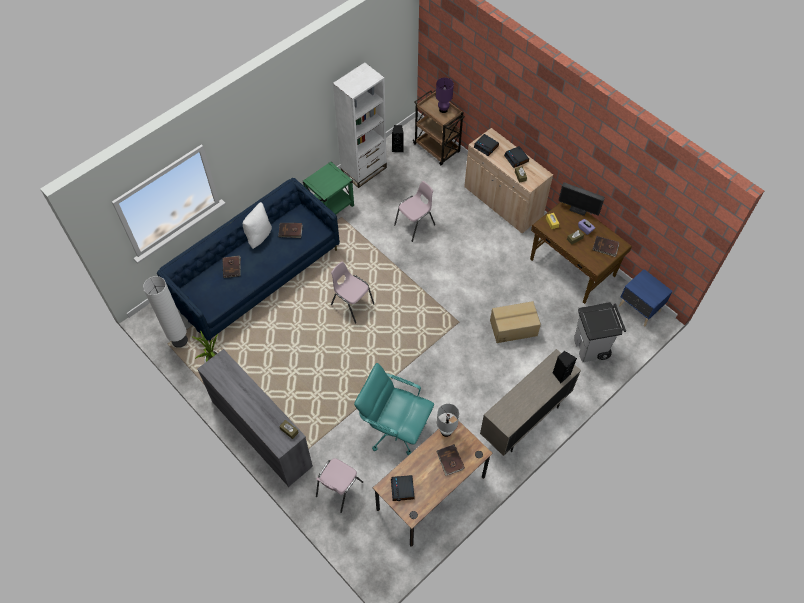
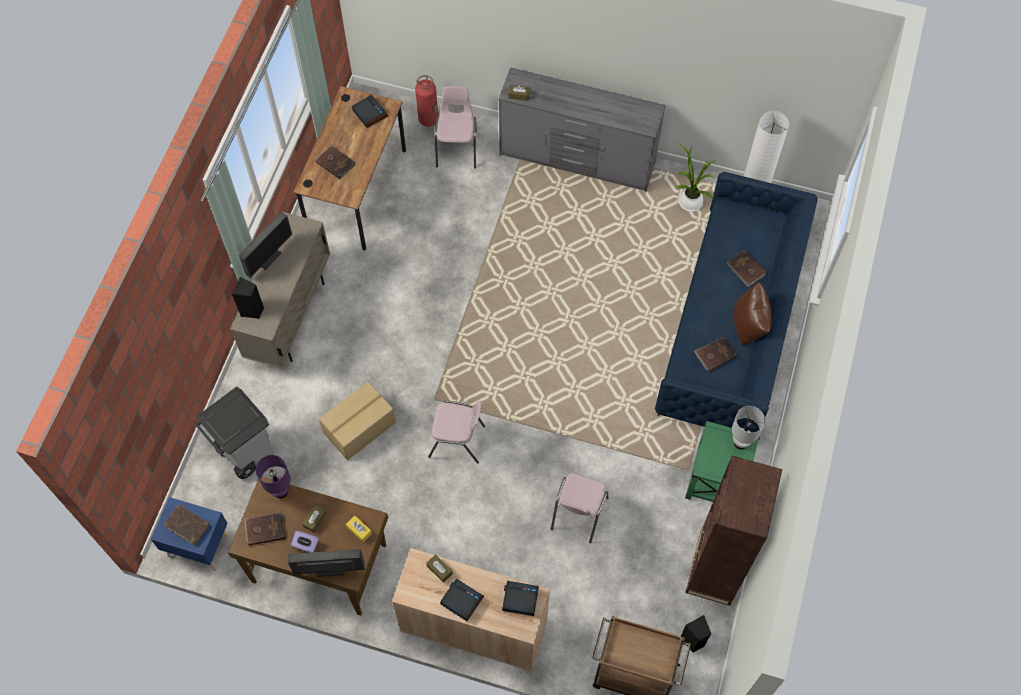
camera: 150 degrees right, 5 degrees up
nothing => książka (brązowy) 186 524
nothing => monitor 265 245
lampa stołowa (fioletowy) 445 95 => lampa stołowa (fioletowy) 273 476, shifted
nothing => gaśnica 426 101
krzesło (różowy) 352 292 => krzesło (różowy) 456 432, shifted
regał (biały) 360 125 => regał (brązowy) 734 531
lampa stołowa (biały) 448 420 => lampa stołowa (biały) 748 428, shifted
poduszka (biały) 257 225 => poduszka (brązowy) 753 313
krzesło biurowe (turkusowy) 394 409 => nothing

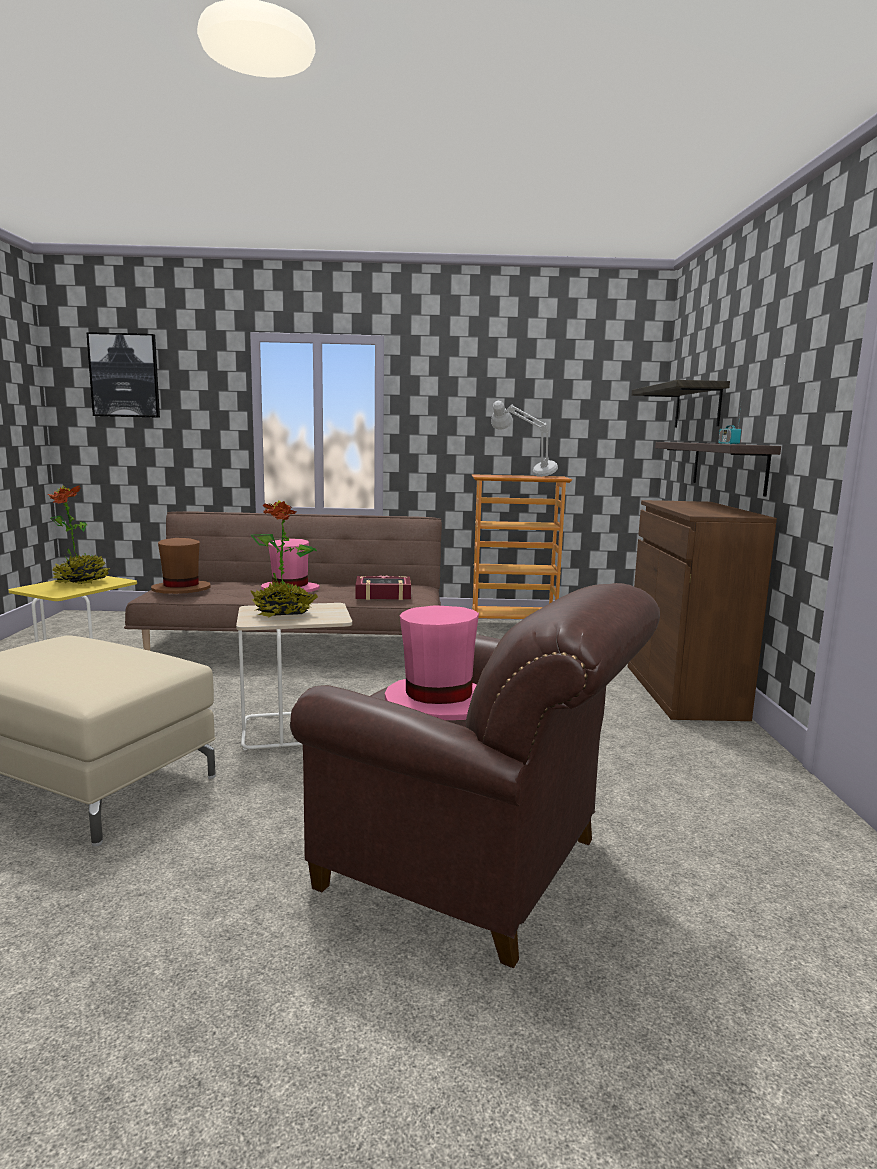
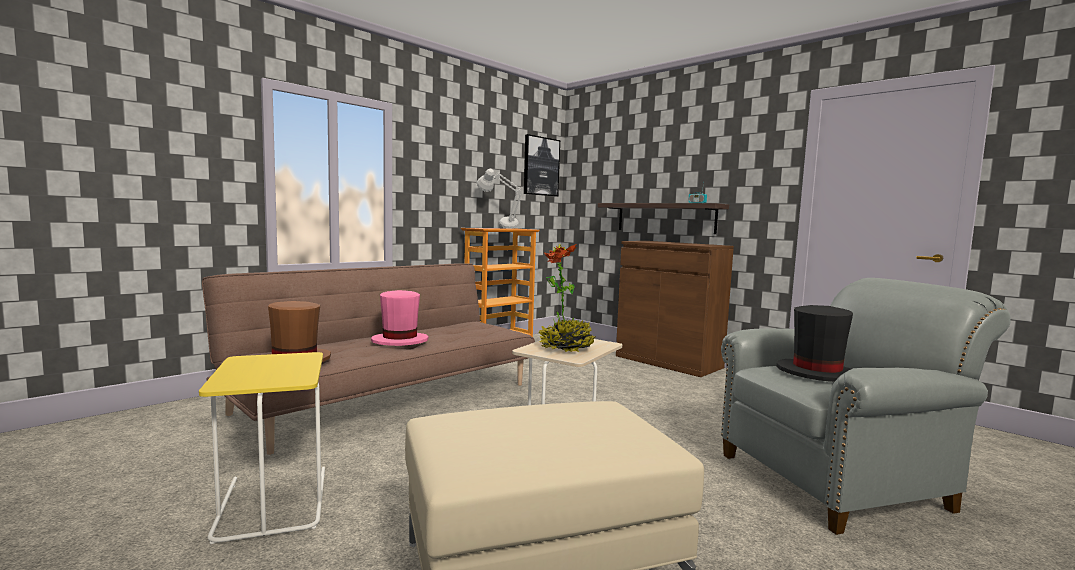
camera: 45 degrees left, 5 degrees down
obraz 123 375 => obraz 542 165, shifted
fotel (brązowy) 475 775 => fotel (szary) 866 406
kapelusz (różowy) 432 662 => kapelusz (czarny) 814 343
roślina doniczkowa 79 534 => nothing
książka 383 587 => nothing
półka 681 403 => nothing

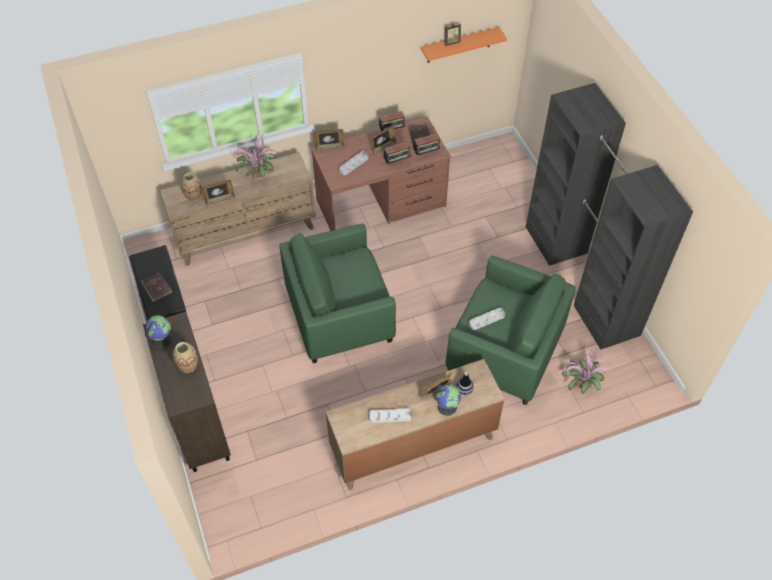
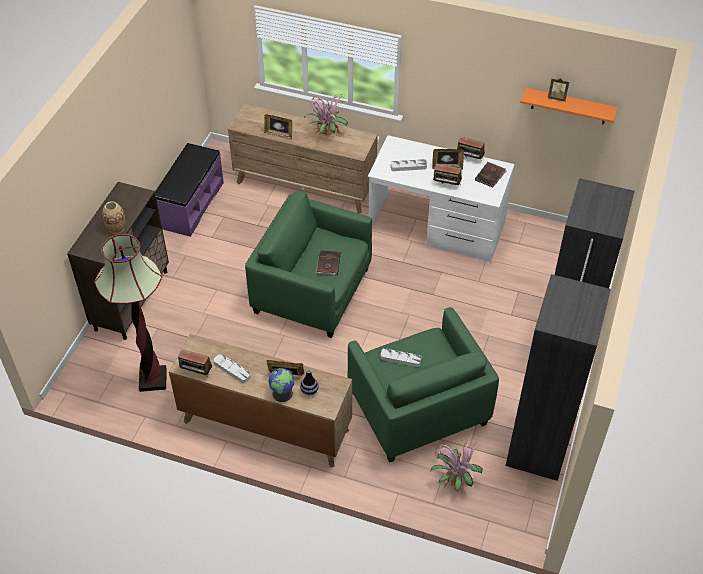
camera: 40 degrees right, 5 degrees down
nothing => lampa stojąca 130 313
radio 426 144 => radio 195 362, shifted
książka (brązowy) 156 287 => książka (brązowy) 327 262, shifted
biurko (brązowy) 381 174 => biurko (biały) 441 199
globus 158 331 => nothing
wazon 191 187 => nothing
ramka na zdjęcie 329 139 => nothing

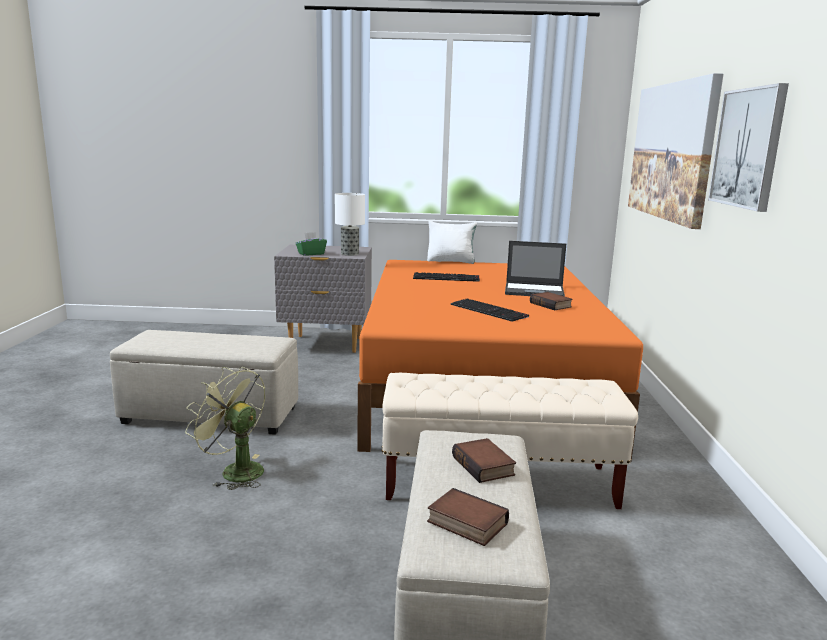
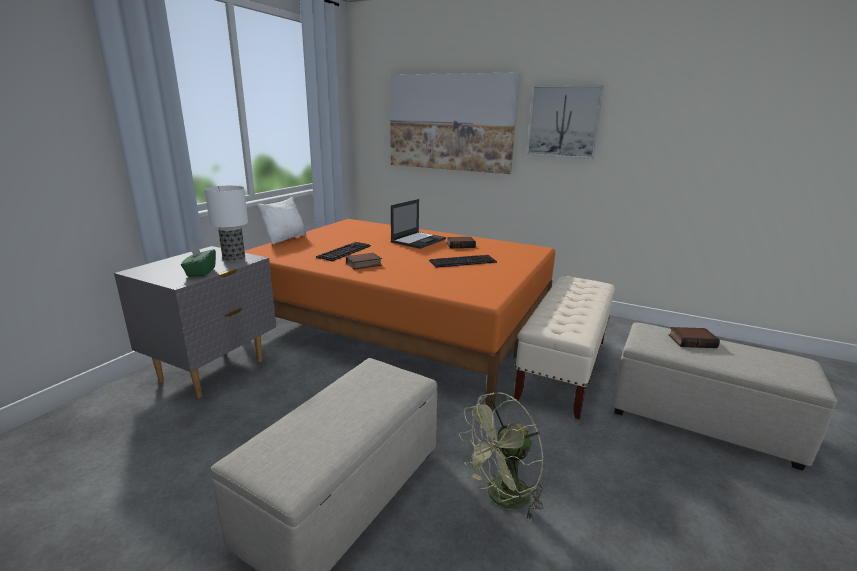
camera: 65 degrees left, 5 degrees up
książka 468 517 => książka 364 261, shifted

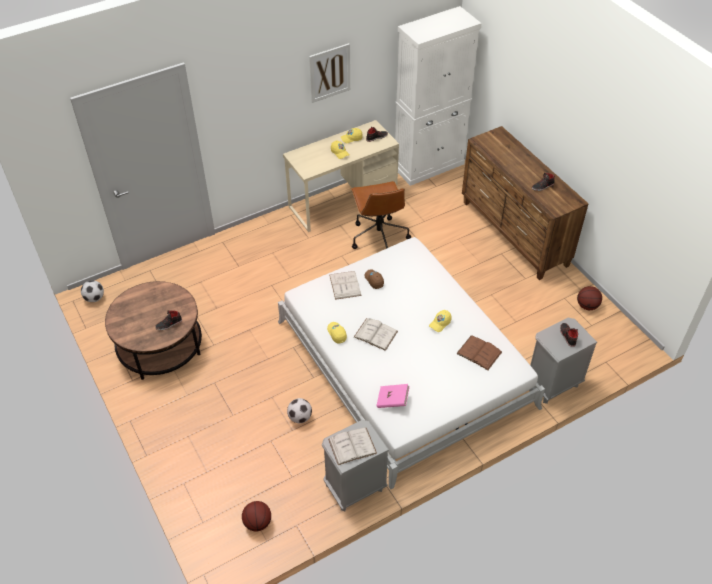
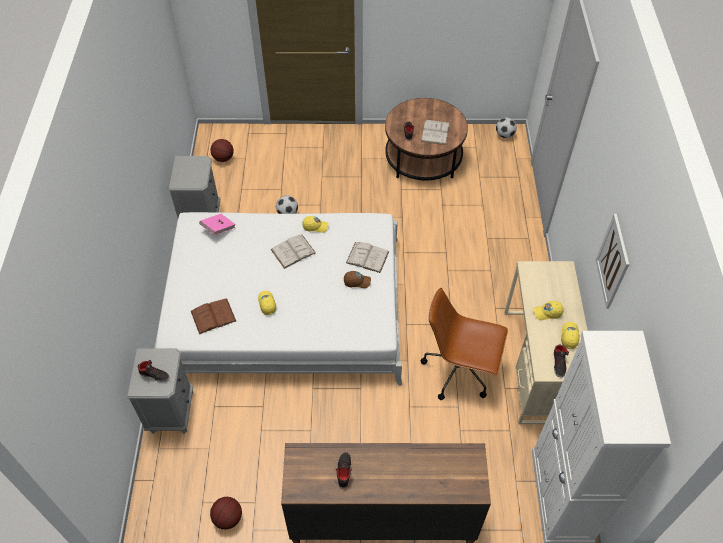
camera: 120 degrees right, 5 degrees up
książka (biały) 352 446 => książka (biały) 435 132, shifted

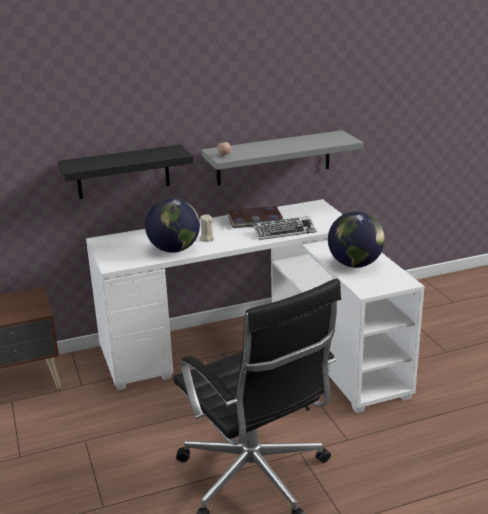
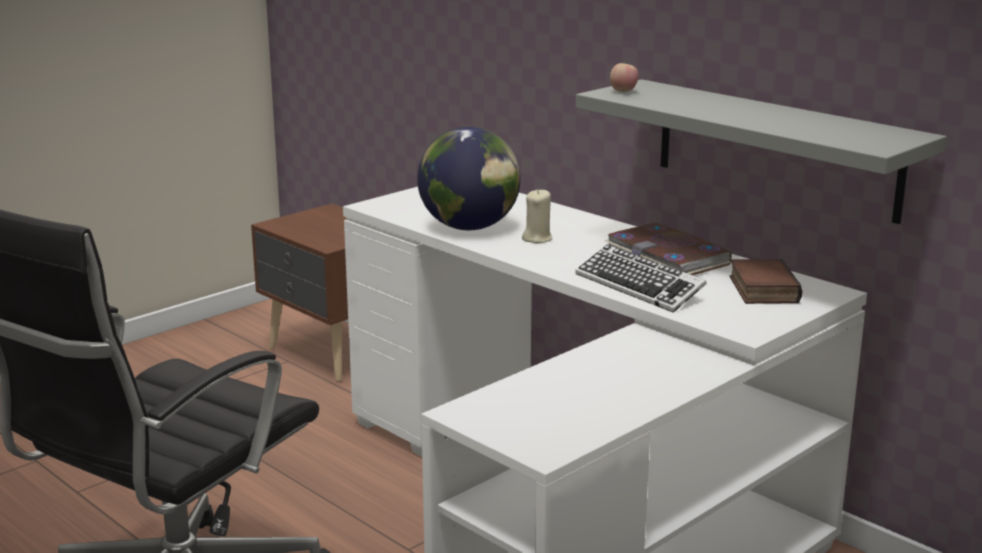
camera: 65 degrees right, 5 degrees down
nothing => książka 766 281
półka (czarny) 126 172 => nothing
globus 356 239 => nothing

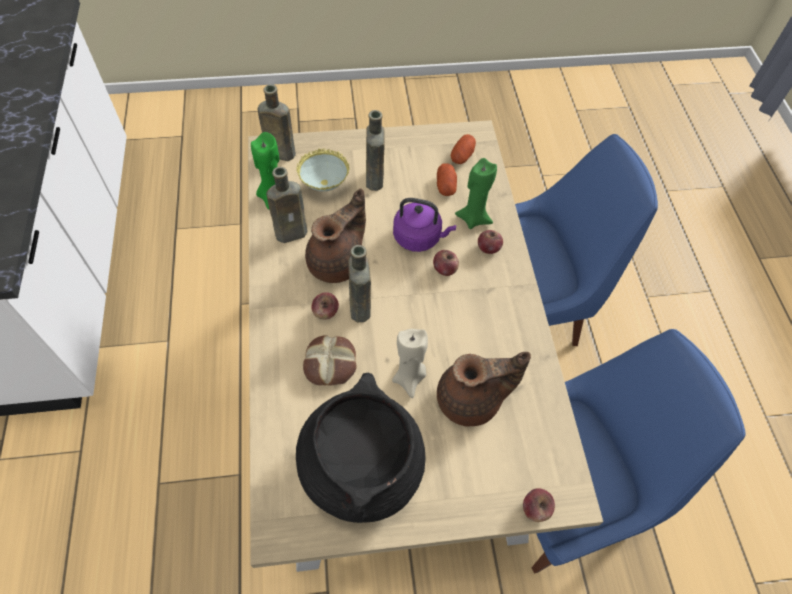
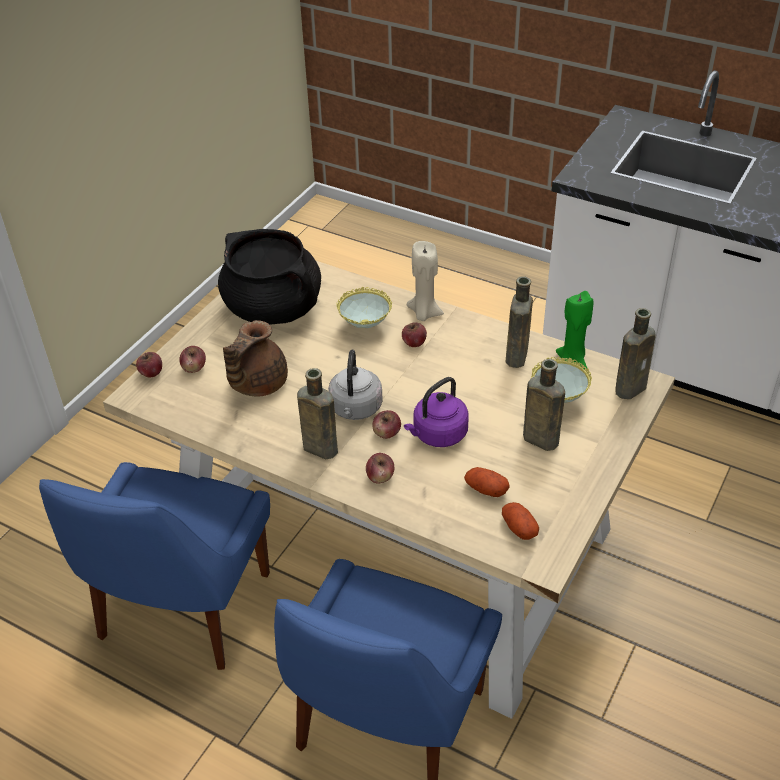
camera: 130 degrees right, 15 degrees down
nothing => jabłko 192 359
butelka (brązowy) 359 283 => butelka (brązowy) 317 413, shifted
nothing => czajnik (szary) 355 385
chleb 330 360 => miska 364 307
świeca (beżowy) 410 363 => świeca (beżowy) 425 281, shifted
imbryk (brązowy) 335 235 => nothing
świeca (zielony) 476 193 => nothing

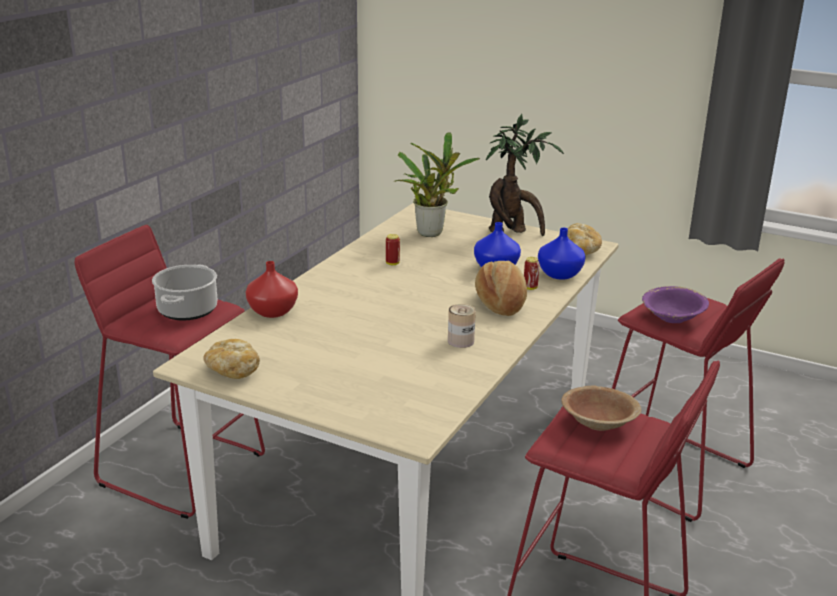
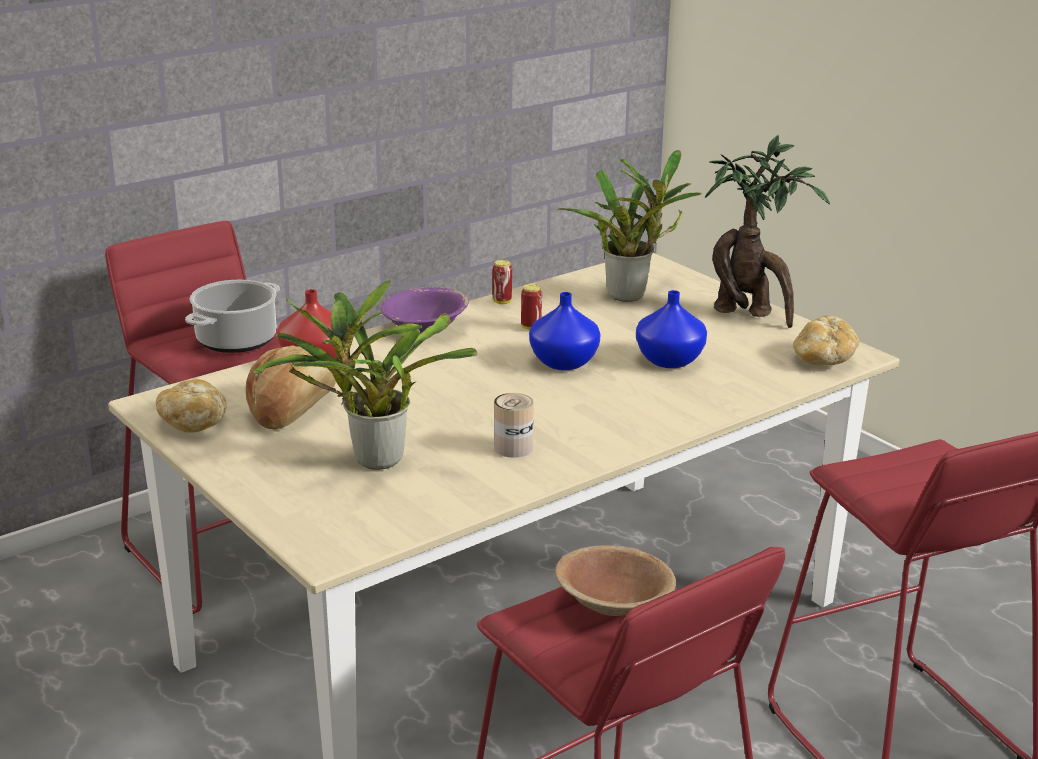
camera: 25 degrees right, 0 degrees up
chleb 501 288 => chleb 291 387, shifted
nothing => roślina doniczkowa 365 375
miska (fioletowy) 675 304 => miska (fioletowy) 424 310, shifted
puszka 532 273 => puszka 502 282, shifted
wazon (niebieski) 562 254 => wazon (niebieski) 565 331, shifted

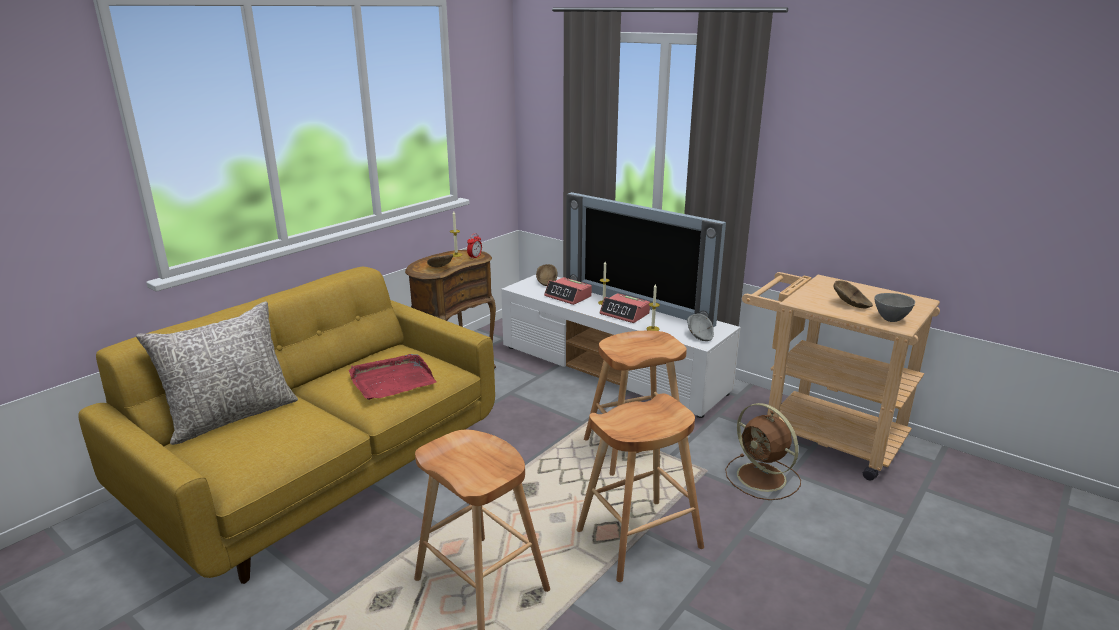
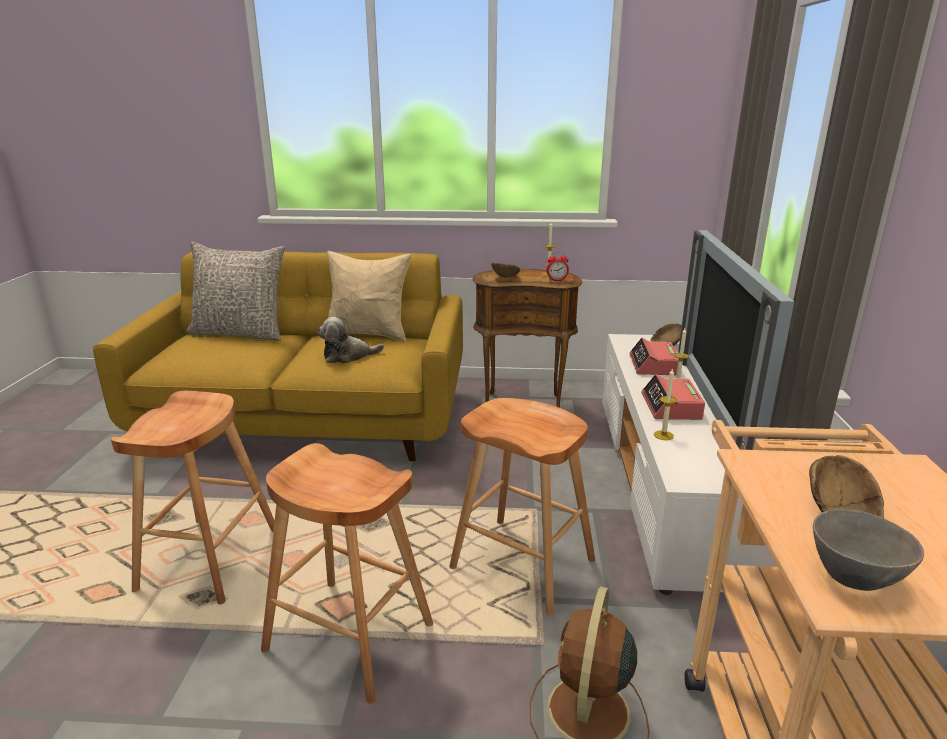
camera: 55 degrees right, 0 degrees up
taca (czerwony) 393 377 => pluszak 351 340
nothing => poduszka (beżowy) 369 296
miska (szary) 700 327 => nothing

